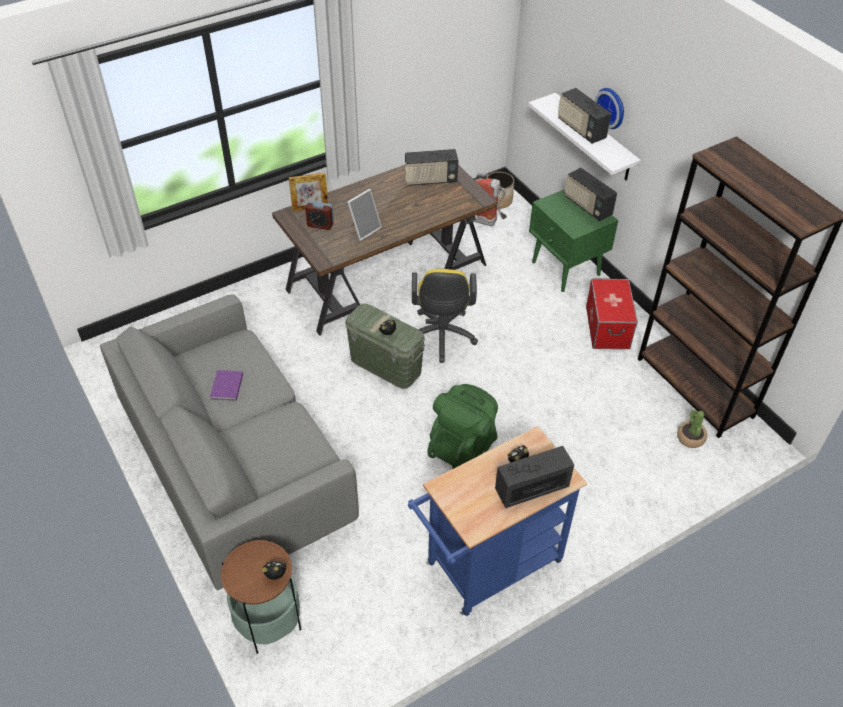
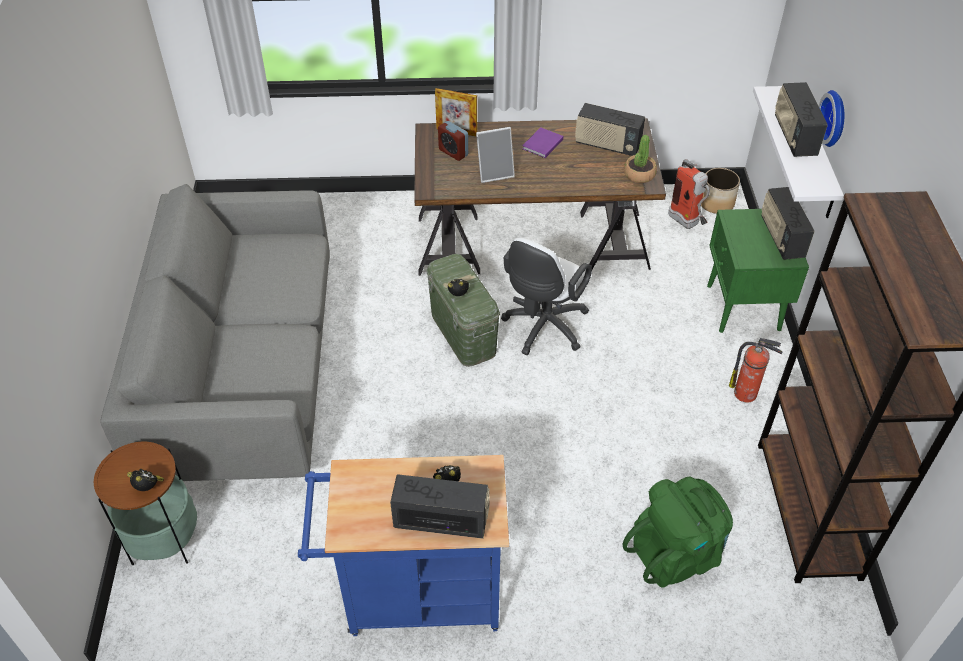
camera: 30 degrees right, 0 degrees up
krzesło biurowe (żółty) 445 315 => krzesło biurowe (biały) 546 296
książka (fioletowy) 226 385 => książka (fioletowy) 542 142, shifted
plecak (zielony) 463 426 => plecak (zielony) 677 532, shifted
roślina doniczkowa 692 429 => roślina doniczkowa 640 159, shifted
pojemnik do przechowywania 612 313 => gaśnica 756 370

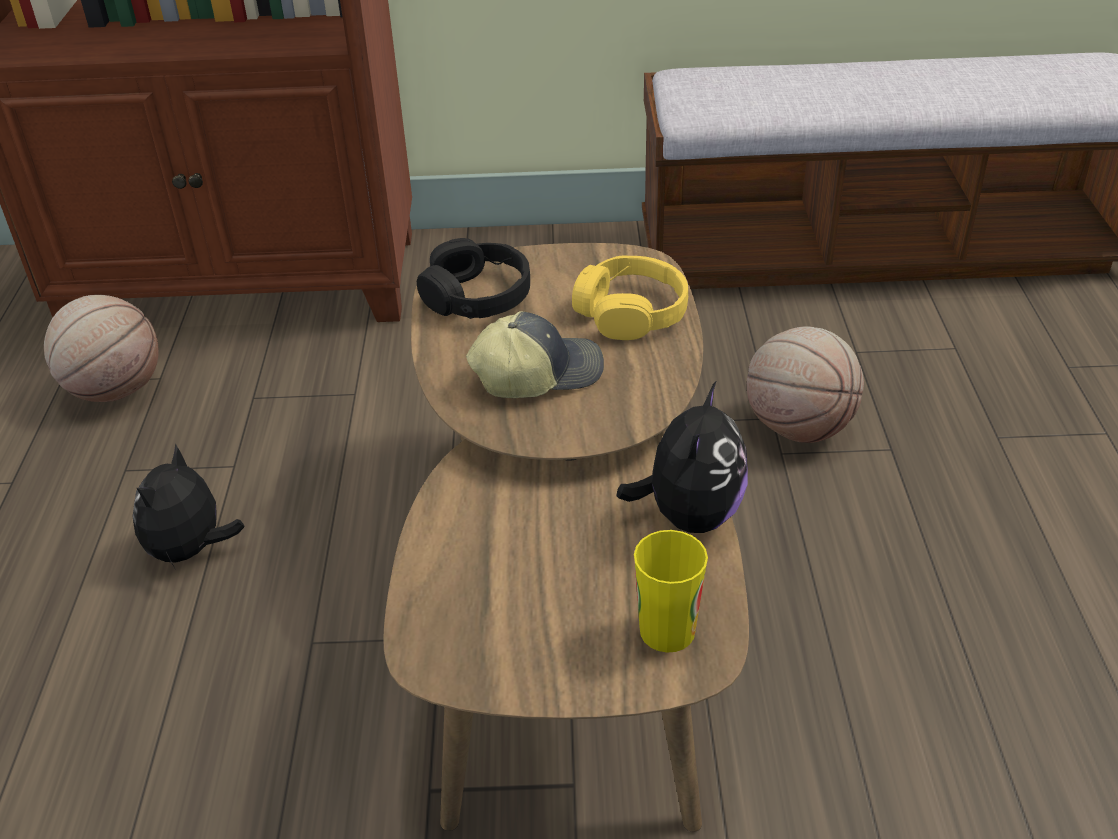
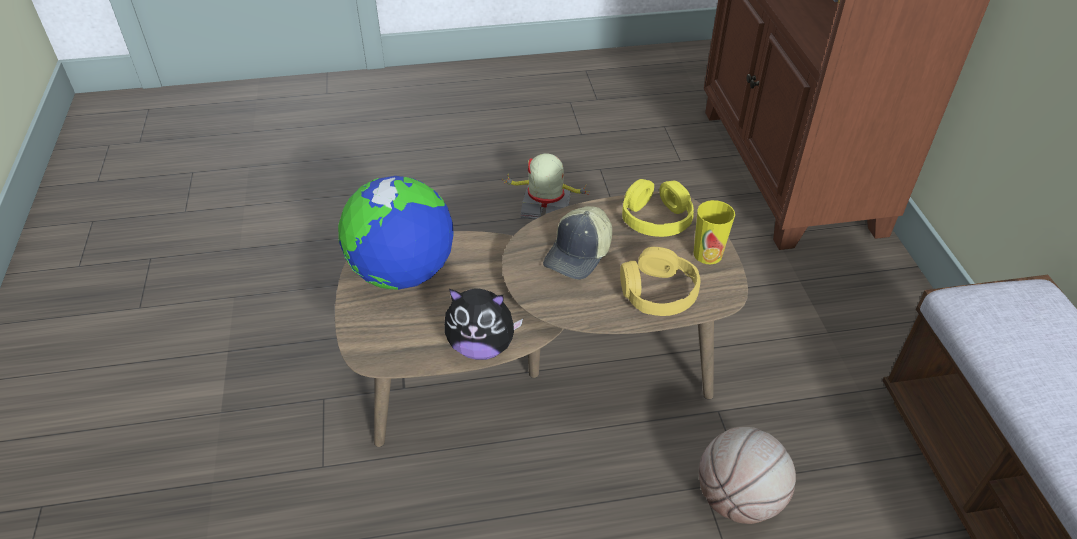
camera: 80 degrees right, 5 degrees up
nothing => globus 396 233
pluszak 188 505 => robot zabawkowy 546 186
czapka z daszkiem 535 354 => czapka z daszkiem 577 243, 60 degrees clockwise
słuchawki (czarny) 473 278 => słuchawki (żółty) 658 208
filiżanka 671 591 => filiżanka 714 232, shifted
piłka do koszykówki 101 348 => nothing

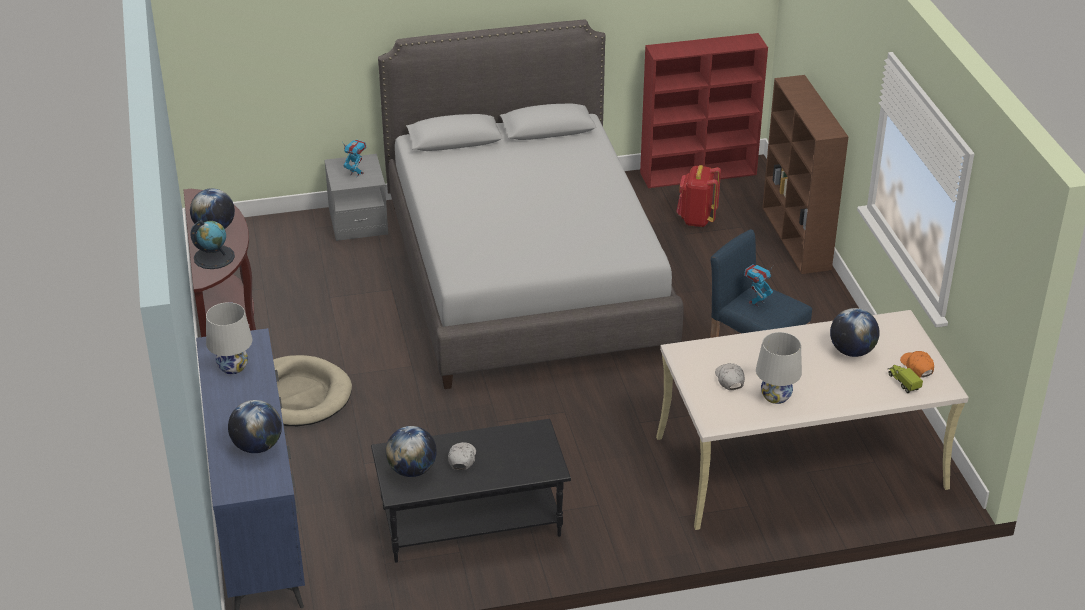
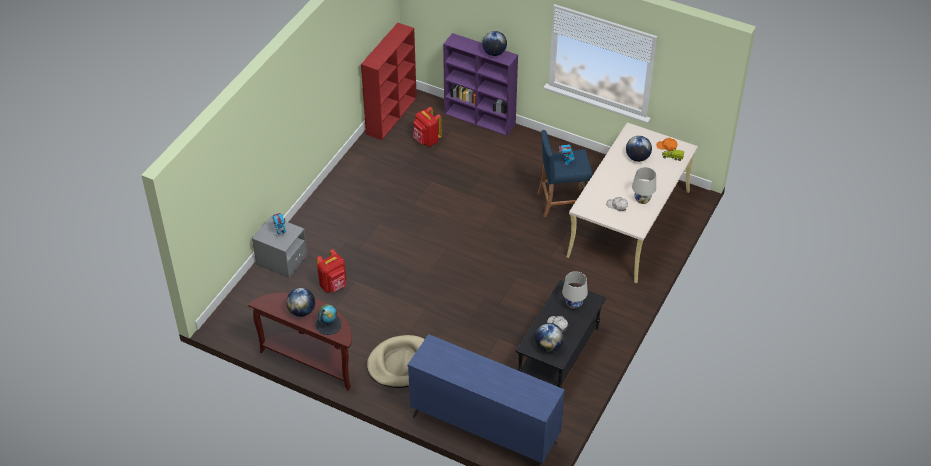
camera: 50 degrees left, 10 degrees up
nothing => plecak (czerwony) 331 271
regał (brązowy) 805 174 => regał (fioletowy) 480 84
globus 255 426 => globus 494 43, shifted
lampa stołowa (biały) 229 338 => lampa stołowa (biały) 575 290, shifted
łóżko (szary) 530 204 => nothing

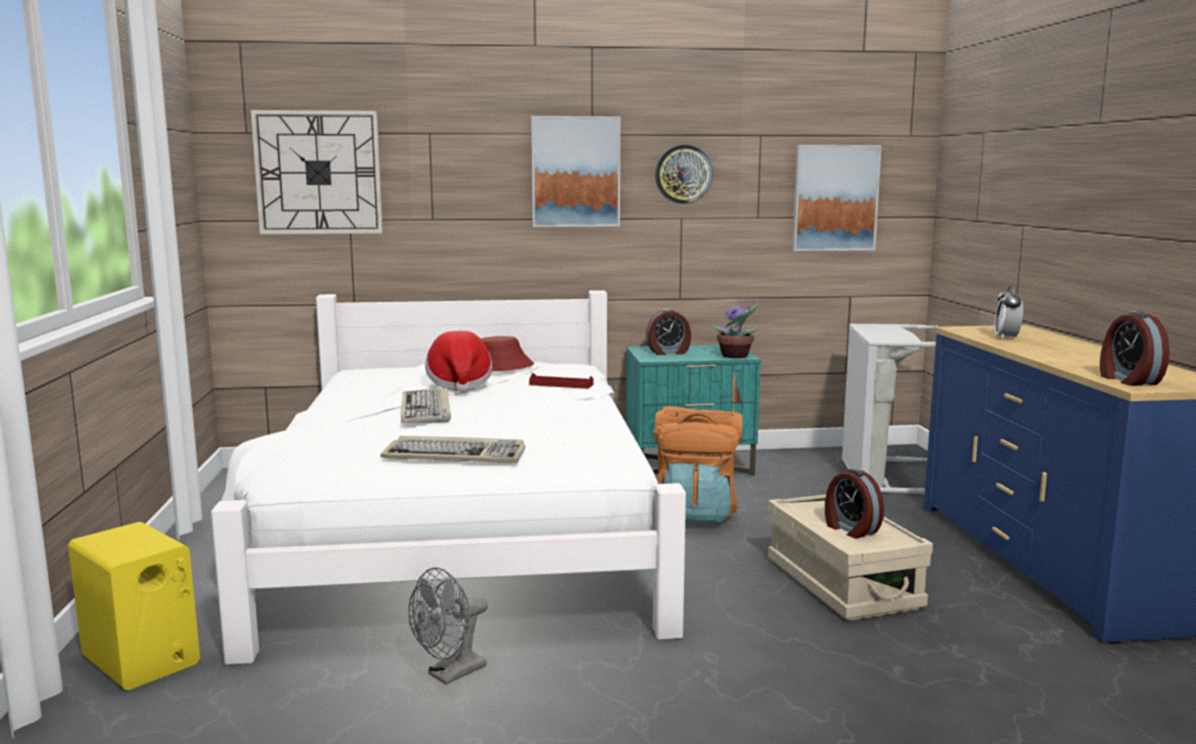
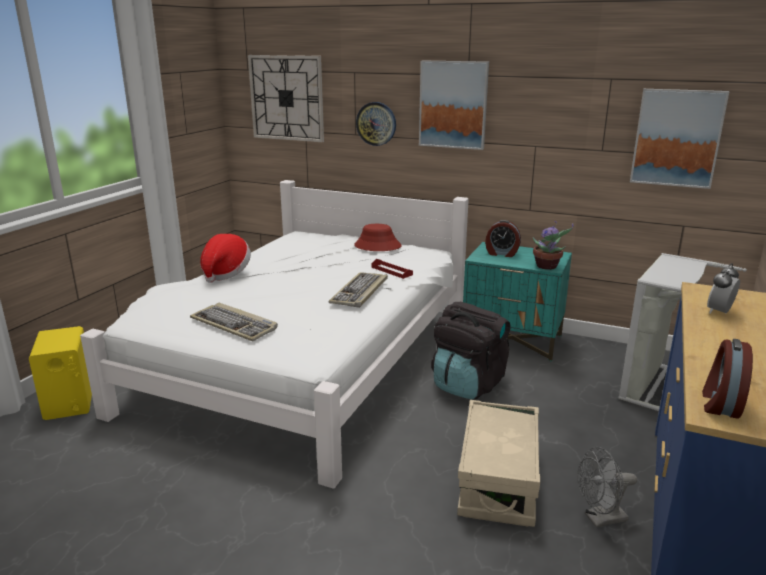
camera: 30 degrees right, 10 degrees up
kapelusz 458 361 => kapelusz 225 258, shifted
klawiatura 426 405 => klawiatura 358 290, shifted
zegar ścienny 684 174 => zegar ścienny 376 124, shifted
plecak (pomarańczowy) 698 465 => plecak (czarny) 470 351
wentylator (szary) 448 626 => wentylator (szary) 607 487, shifted
budzik 854 504 => nothing

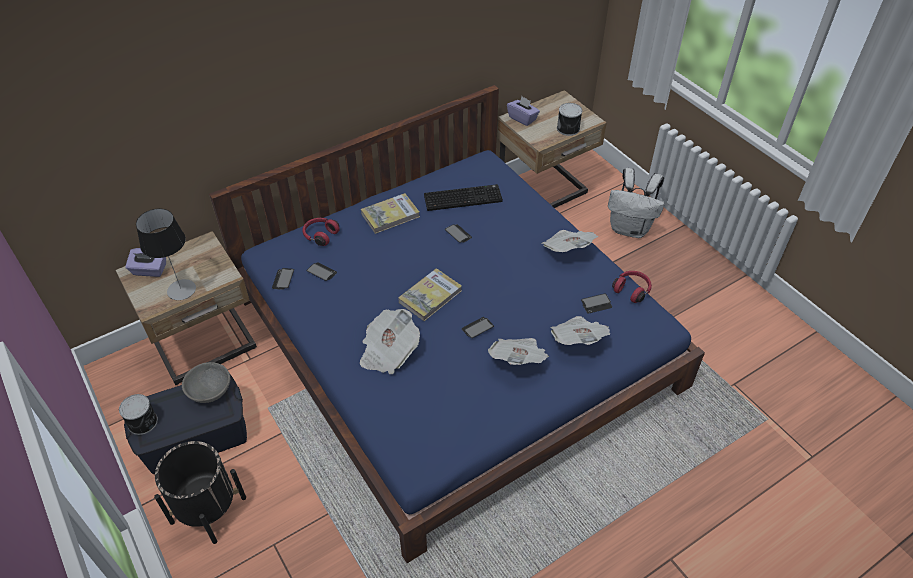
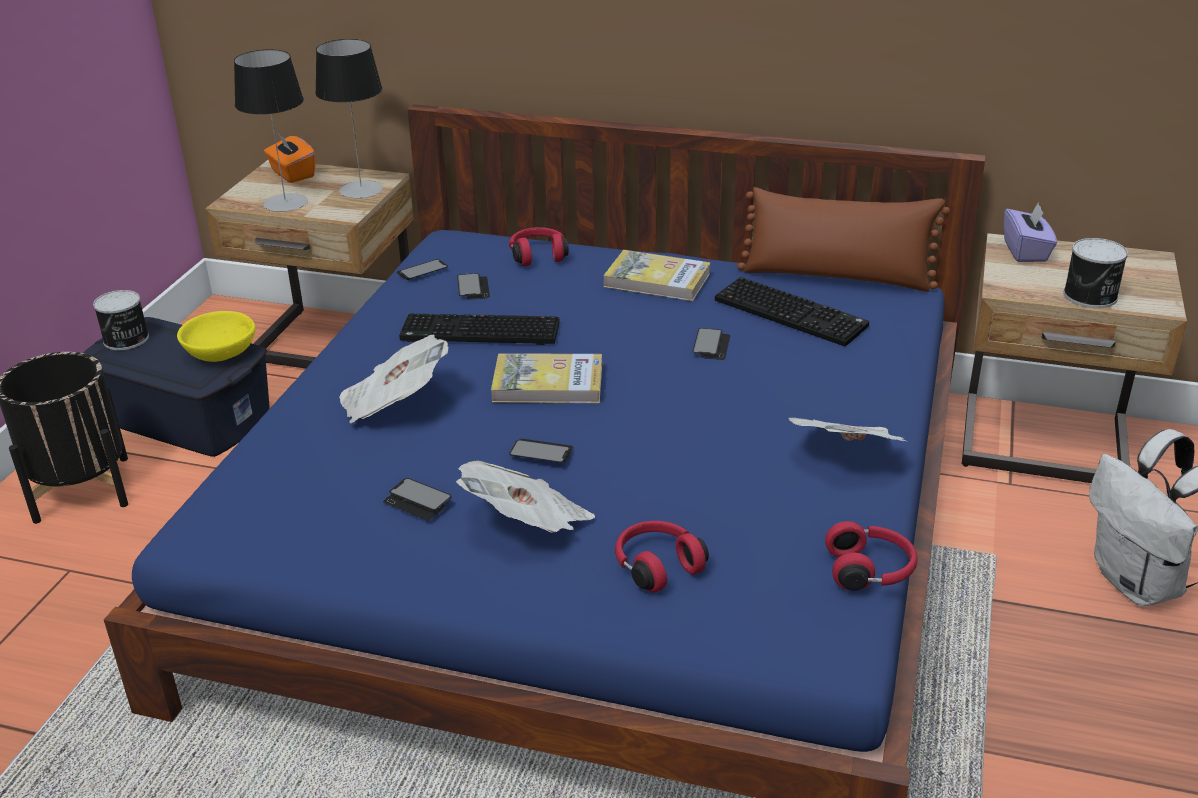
camera: 50 degrees right, 15 degrees down
miska (szary) 206 382 => miska (żółty) 216 336
pudełko chusteczek (fioletowy) 145 262 => pudełko chusteczek (pomarańczowy) 290 158
nothing => lampa stołowa 349 118
telefon 596 303 => telefon 417 499, shifted
nothing => klawiatura 479 329
gazeta 580 330 => słuchawki (czerwony) 662 556
nothing => poduszka (brązowy) 843 239

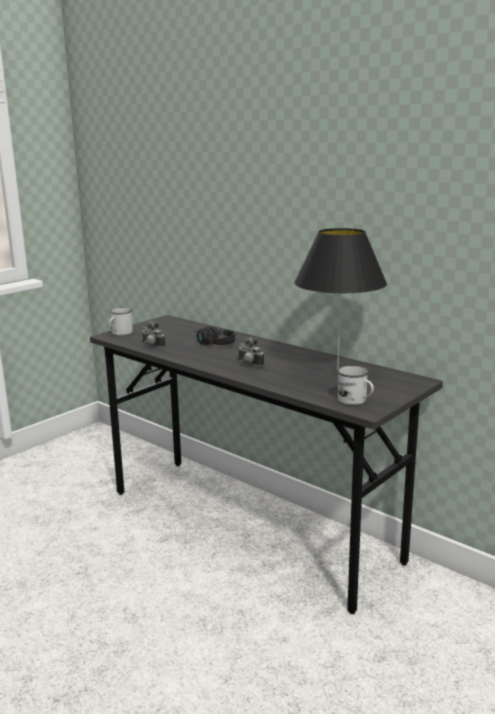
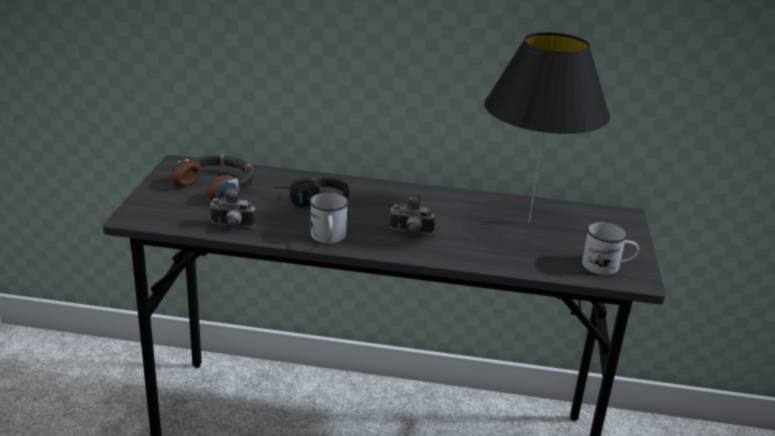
camera: 35 degrees left, 10 degrees up
nothing => słuchawki 212 177
kubek (biały) 121 321 => kubek (biały) 329 217, shifted

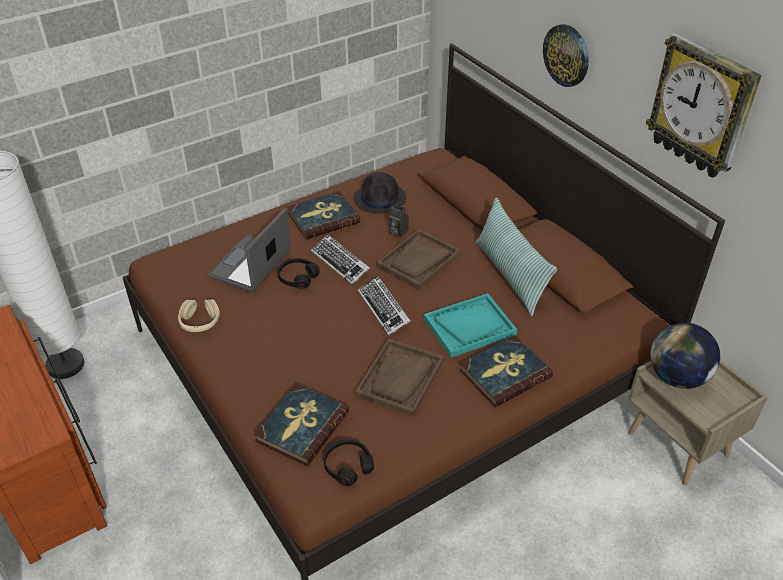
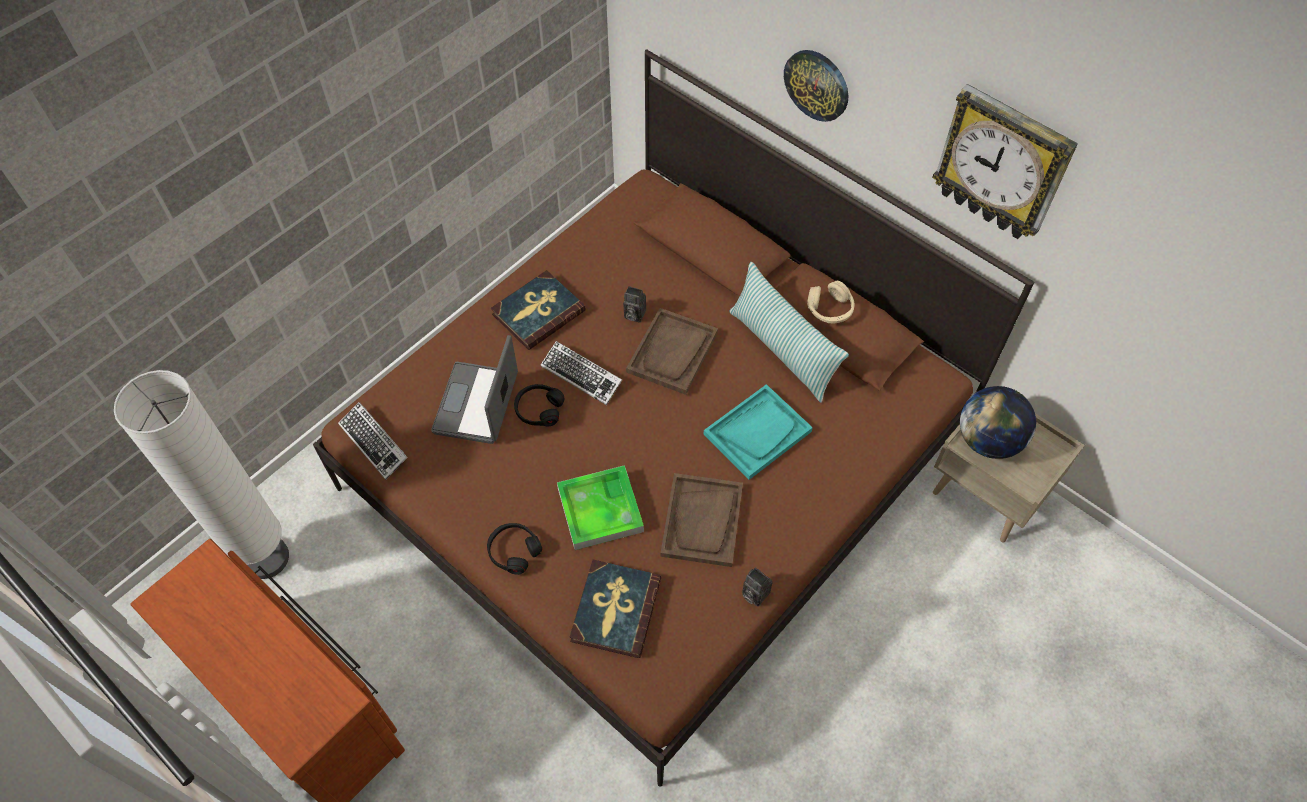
camera: 15 degrees left, 15 degrees up
klawiatura 384 306 => klawiatura 373 441, shifted
słuchawki (czarny) 349 462 => słuchawki (czarny) 514 549, shifted
nothing => taca 600 507
nothing => aparat fotograficzny 757 587
słuchawki (beżowy) 199 315 => słuchawki (beżowy) 831 302, shifted
kapelusz (czarny) 379 192 => nothing
książka 506 371 => nothing

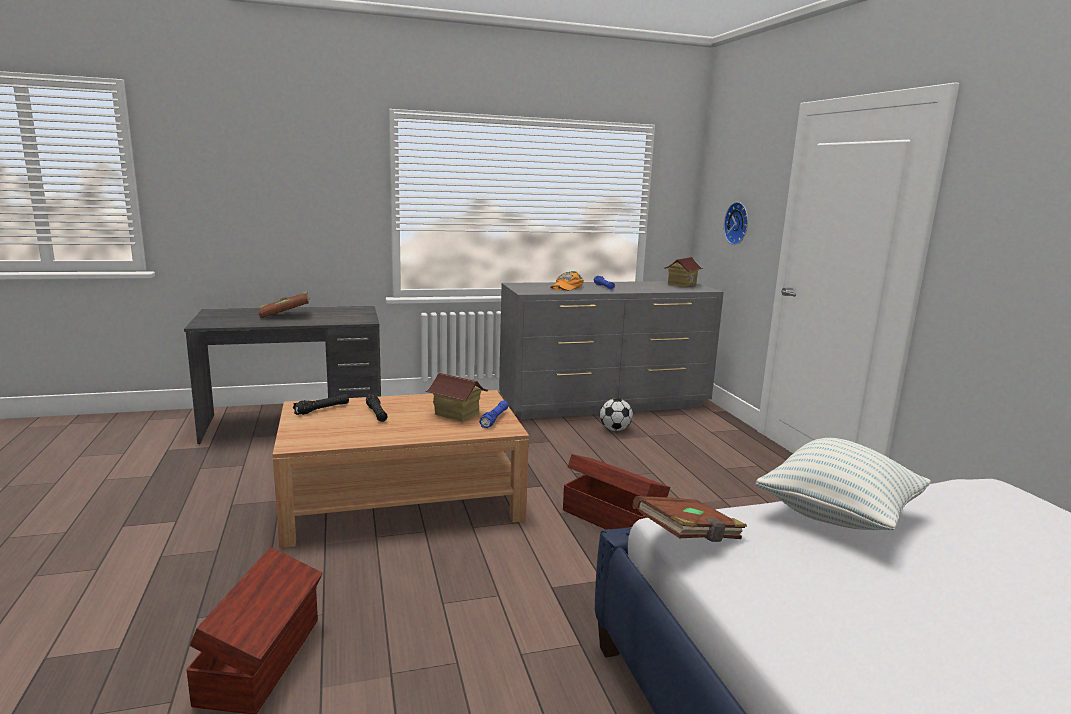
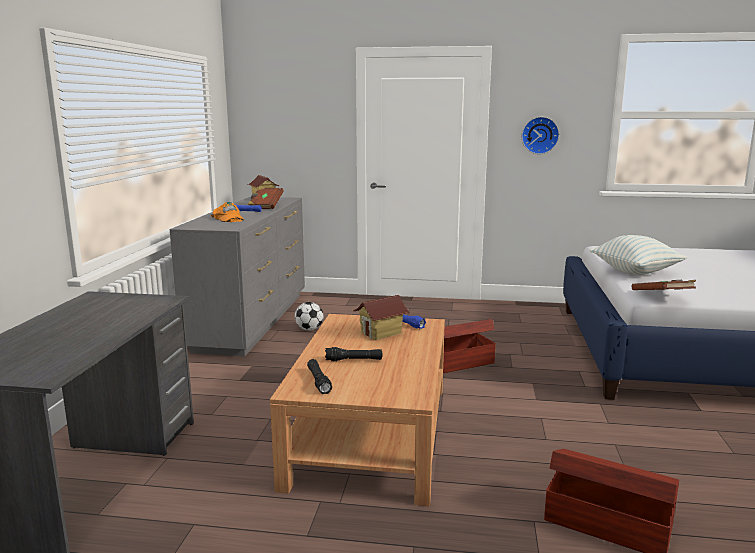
camera: 65 degrees left, 0 degrees up
książka (brązowy) 284 304 => książka (brązowy) 266 198, shifted
zegar ścienny 736 223 => zegar ścienny 540 135, shifted

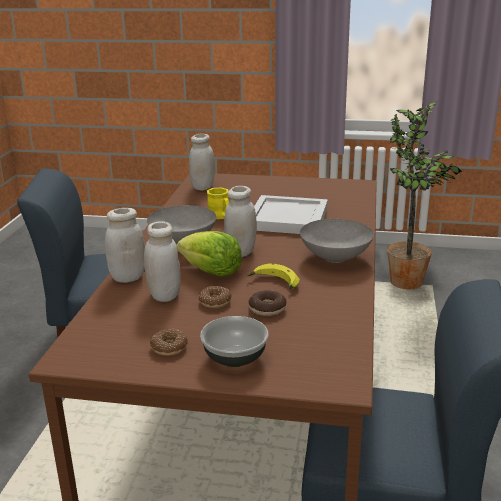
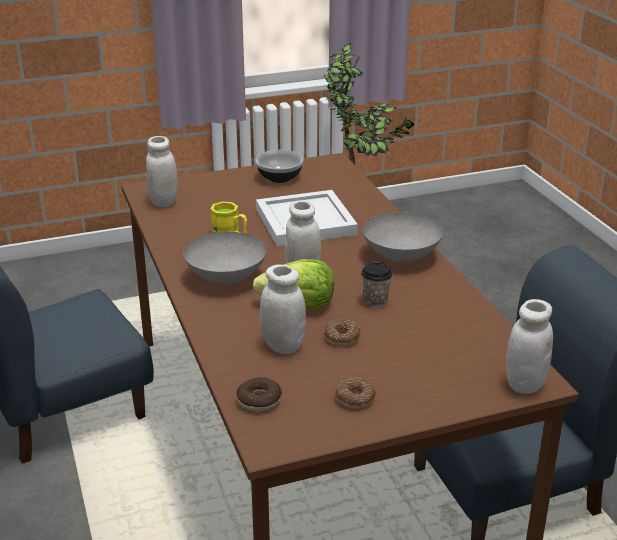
camera: 30 degrees left, 5 degrees up
donut 267 303 => donut 259 394, shifted
miska 234 341 => miska 279 166, shifted
banan 273 276 => filiżanka 376 285
słoik (biały) 125 245 => słoik (biały) 529 346, shifted

